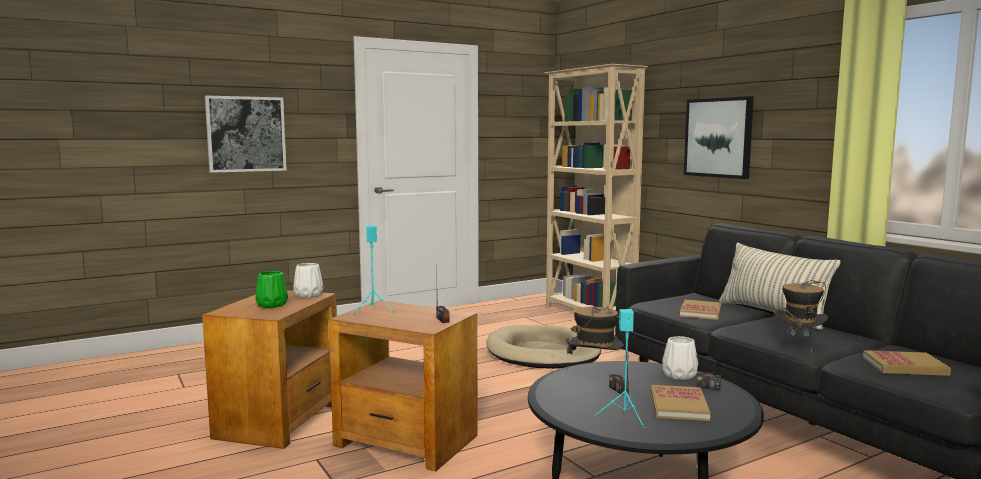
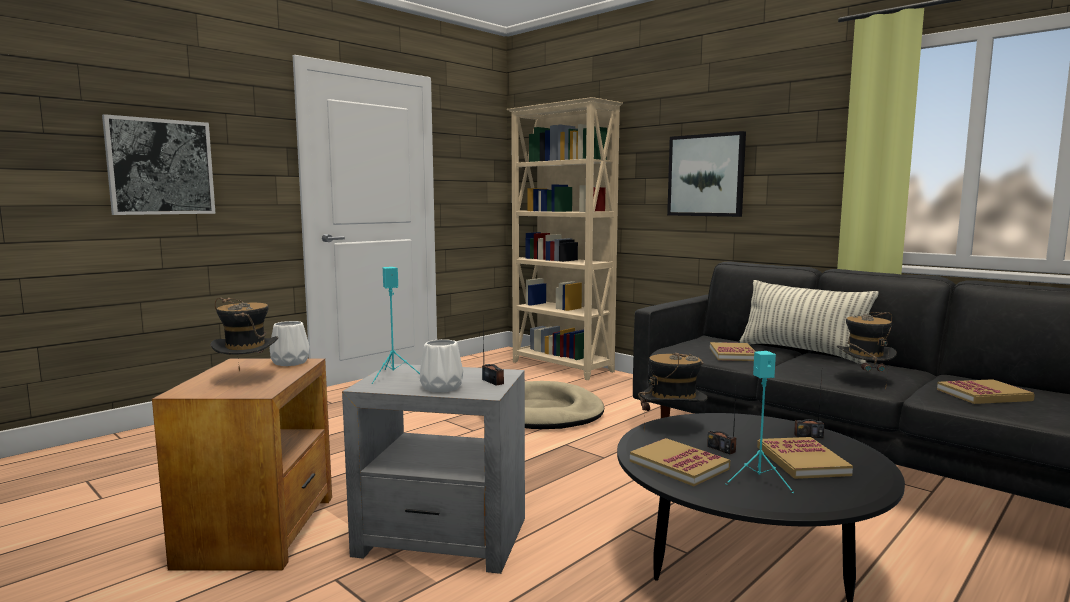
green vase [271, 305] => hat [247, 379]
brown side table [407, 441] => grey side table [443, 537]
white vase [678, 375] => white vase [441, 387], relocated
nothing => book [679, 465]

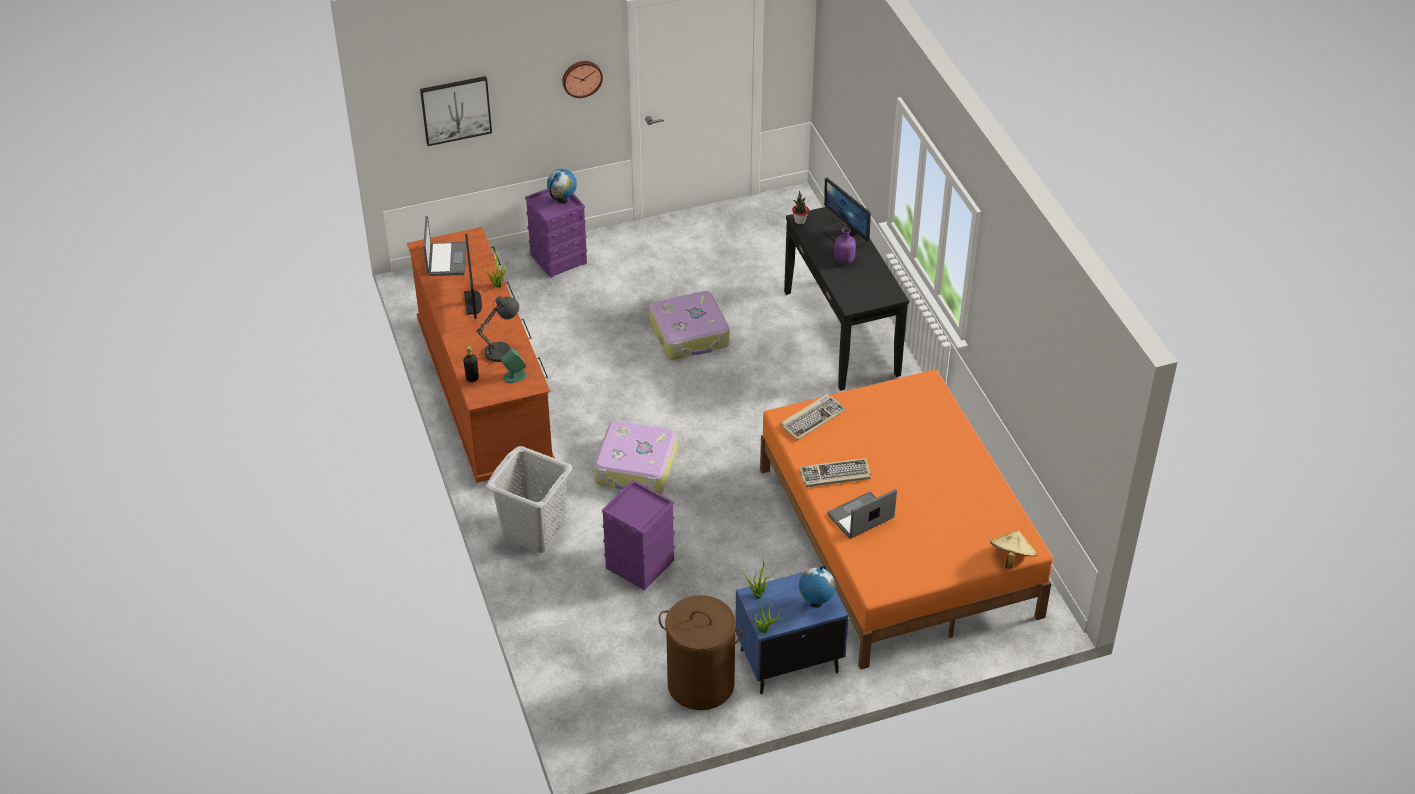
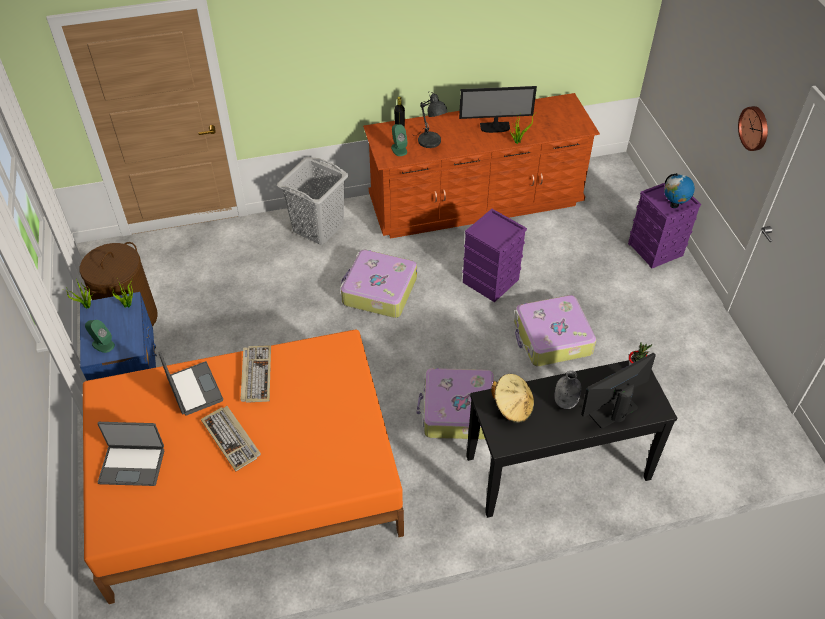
picture [456, 110] => nothing
laptop [445, 260] => laptop [132, 465], relocated
purple bottle [844, 260] => grey bottle [565, 402]
keyboard [812, 418] => keyboard [232, 439], relocated
purple storage box [640, 565] => purple storage box [490, 281], relocated
beige hat [1011, 558] => beige hat [512, 406], relocated
globe [816, 603] => green speaker [103, 344]
nothing => suitcase [457, 411]

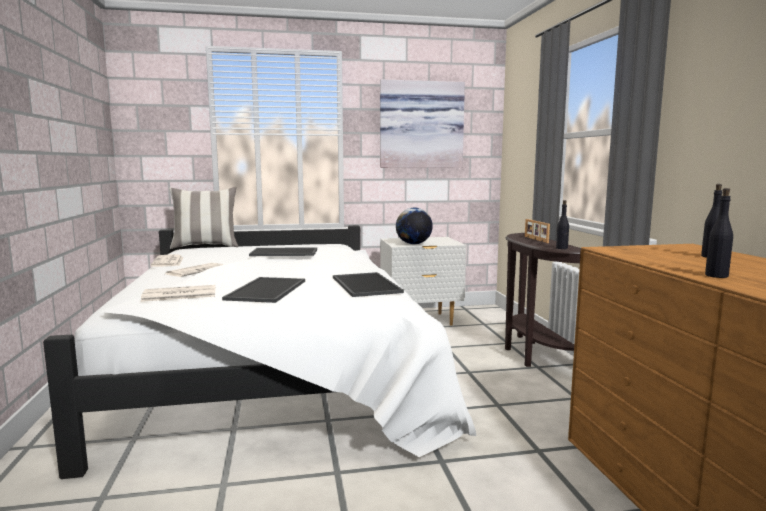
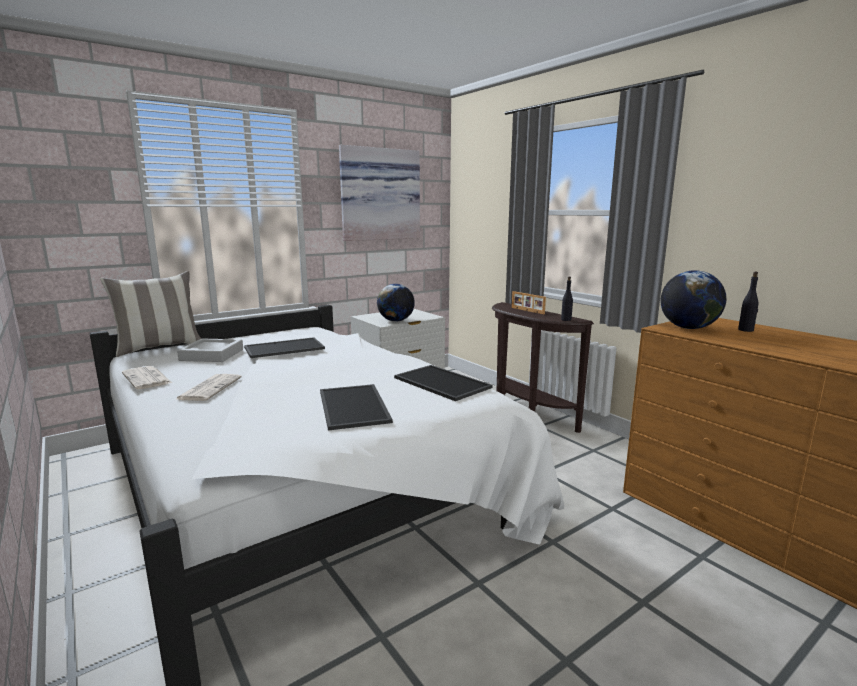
black bottle [716, 276] => nothing
newspaper [178, 295] => nothing
nothing => globe [688, 328]
nothing => grey tray [212, 355]

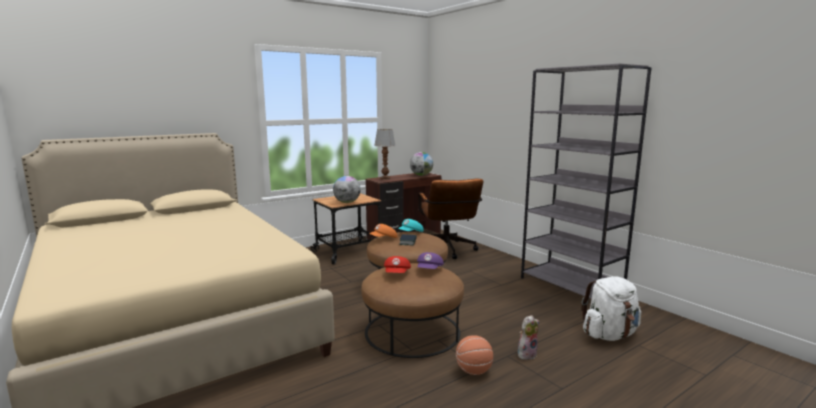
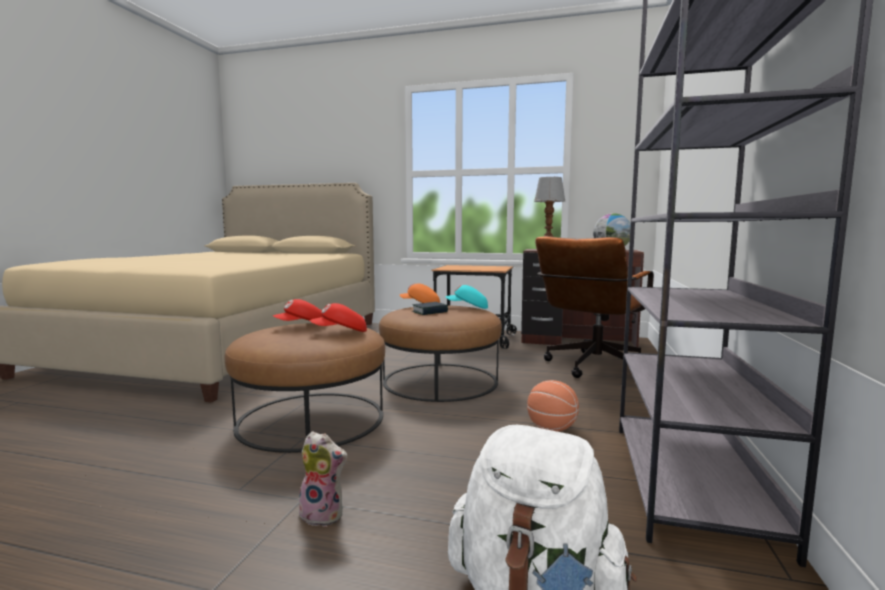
globe [347, 202] => nothing
purple cap [430, 270] => red cap [340, 333]
basketball [473, 371] => basketball [551, 429], relocated

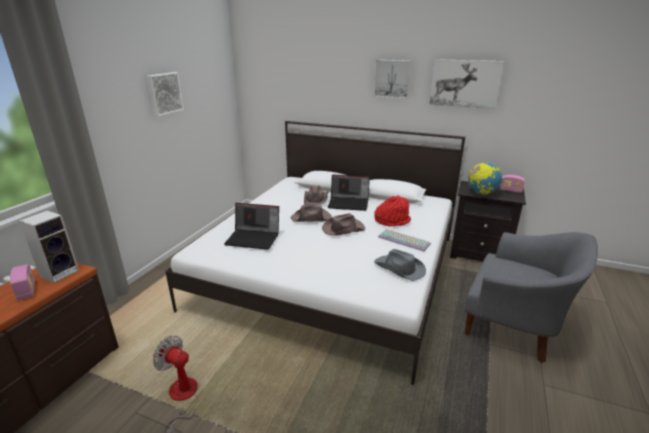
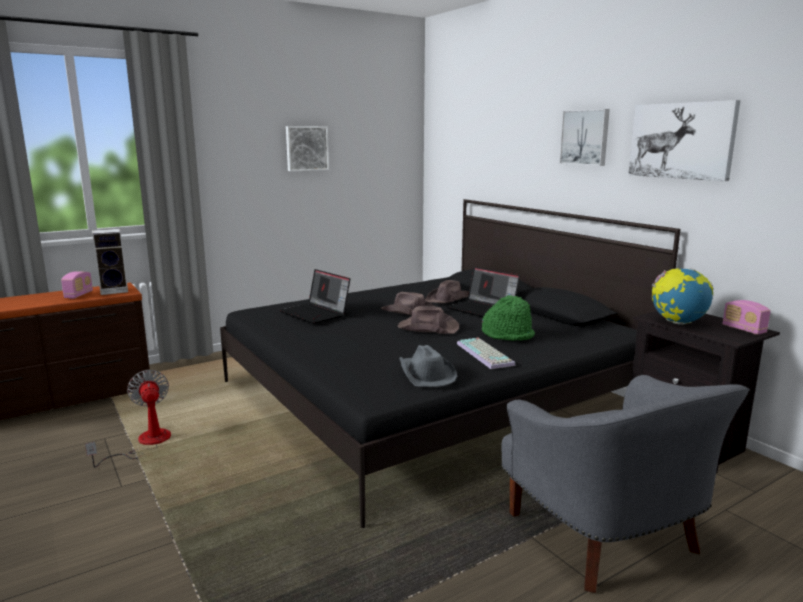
white bed [332, 271] => black bed [429, 396]
red hat [392, 220] => green hat [508, 335]

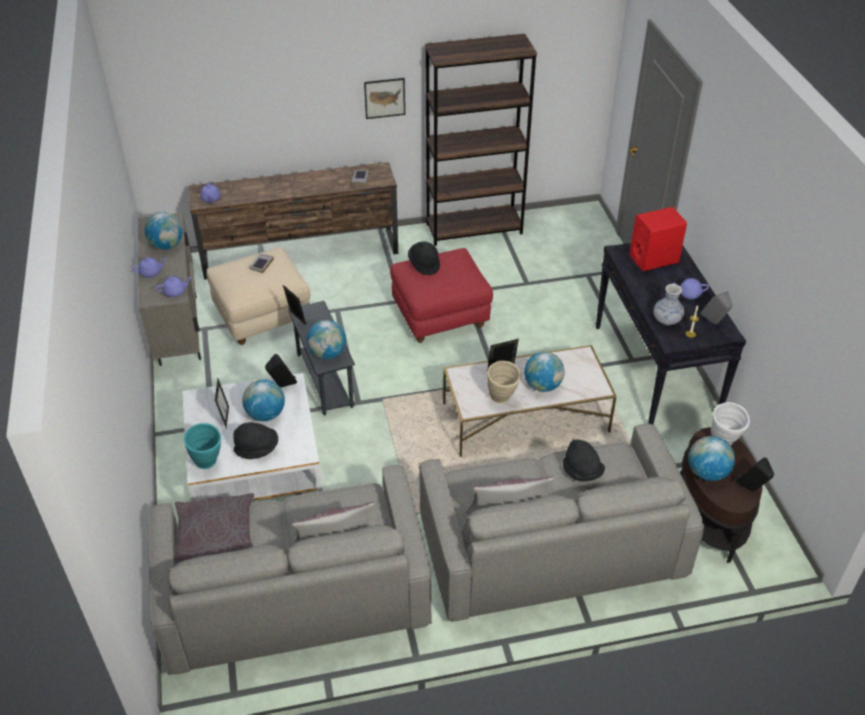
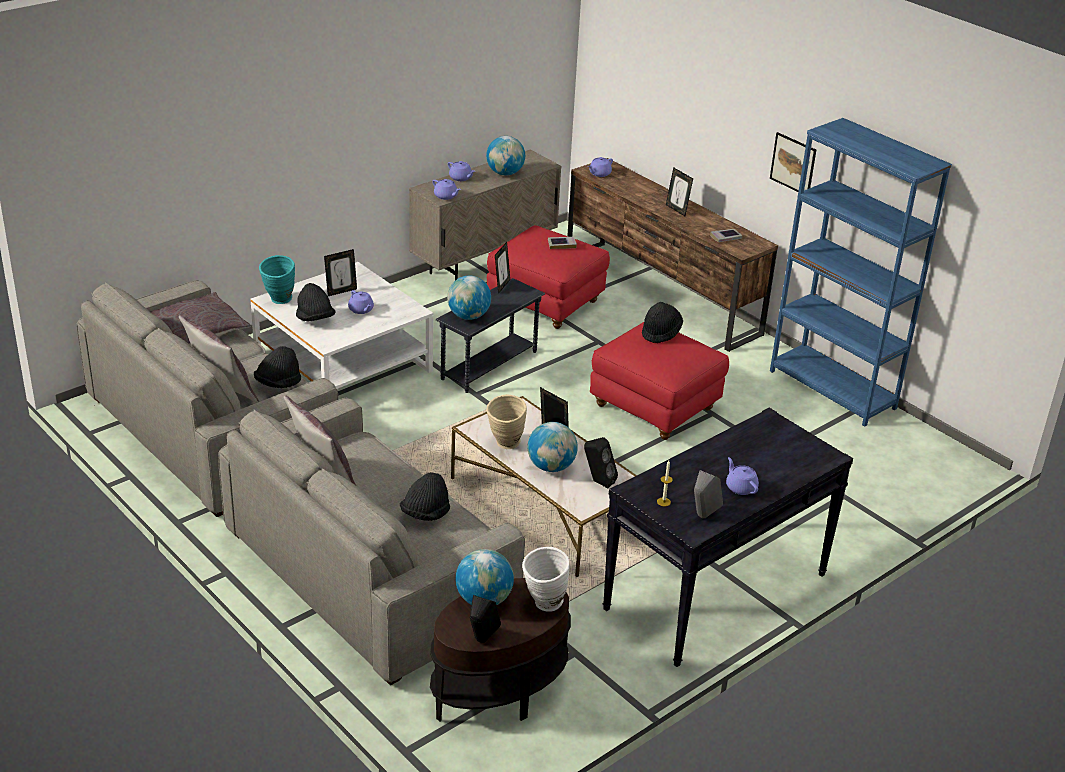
brown bookcase [474, 229] => blue bookcase [832, 390]
red speaker [654, 259] => nothing
beige ottoman [263, 316] => red ottoman [546, 303]
vase [666, 320] => nothing
black speaker [282, 386] => black speaker [598, 482], relocated
globe [265, 414] => purple teapot [361, 310]
nothing => picture frame [677, 210]
nothing => black hat [278, 383]

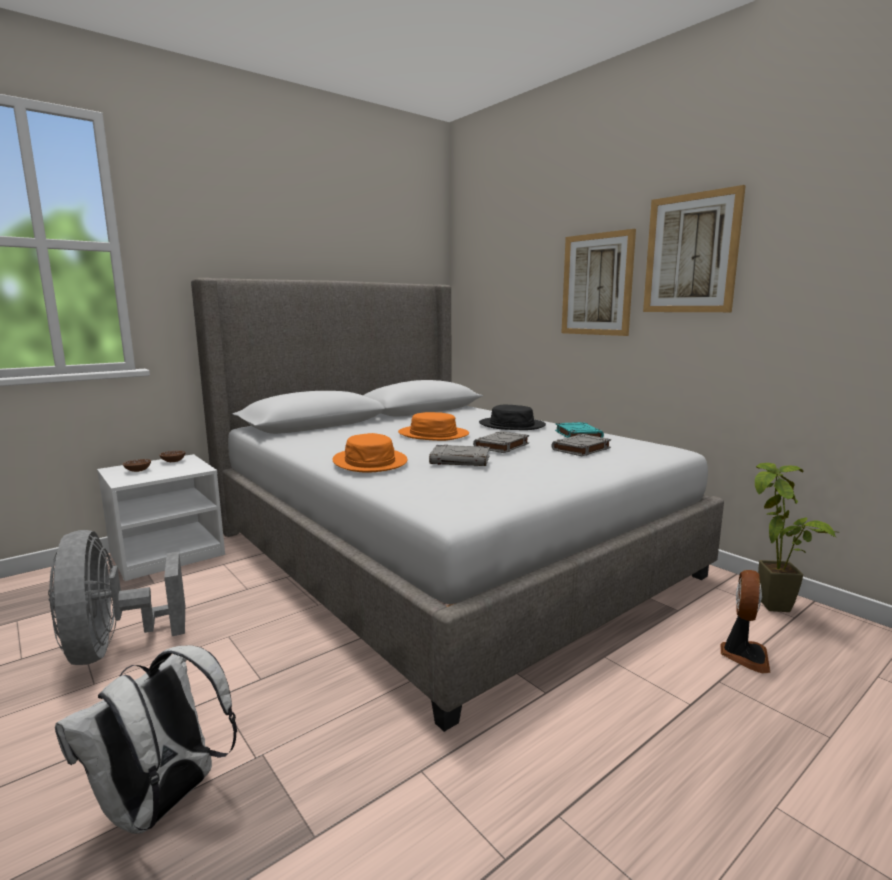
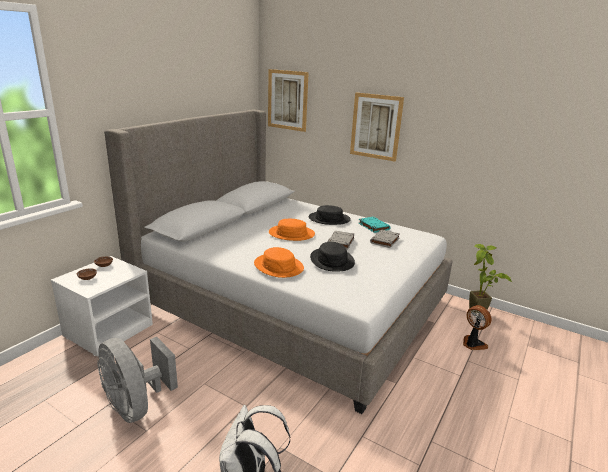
picture [691, 254] => picture [287, 100], relocated
grey book [461, 460] => black hat [332, 260]
fan [743, 655] => fan [472, 344], 45 degrees counterclockwise

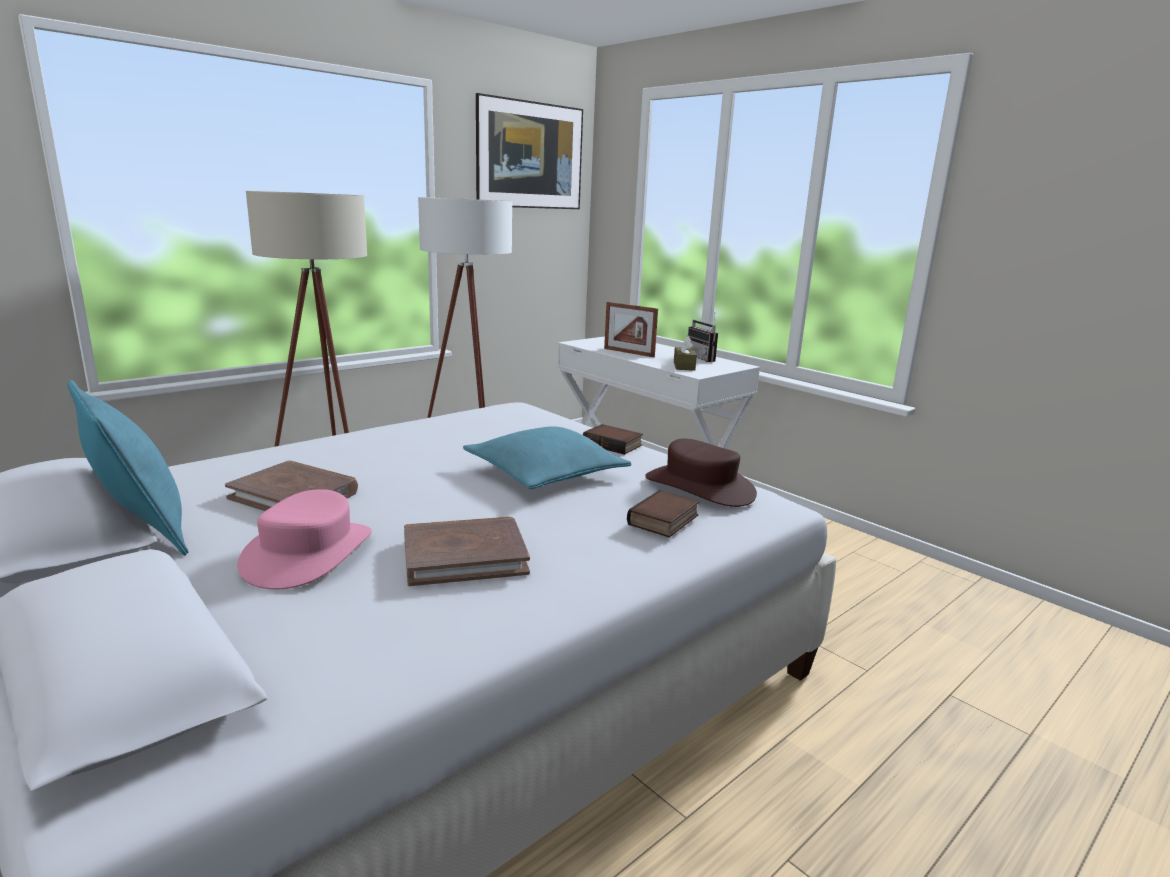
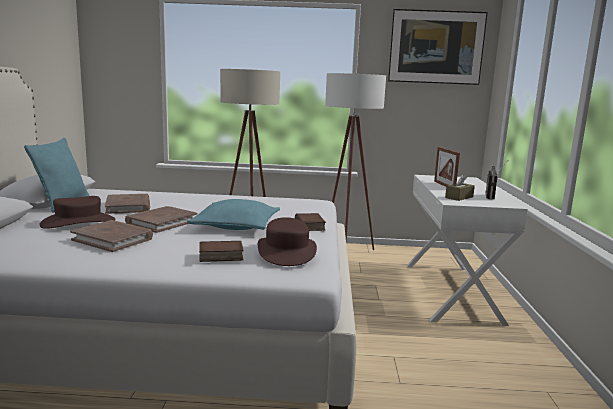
pink hat [308, 553] => brown hat [78, 222]
nothing => brown book [161, 222]

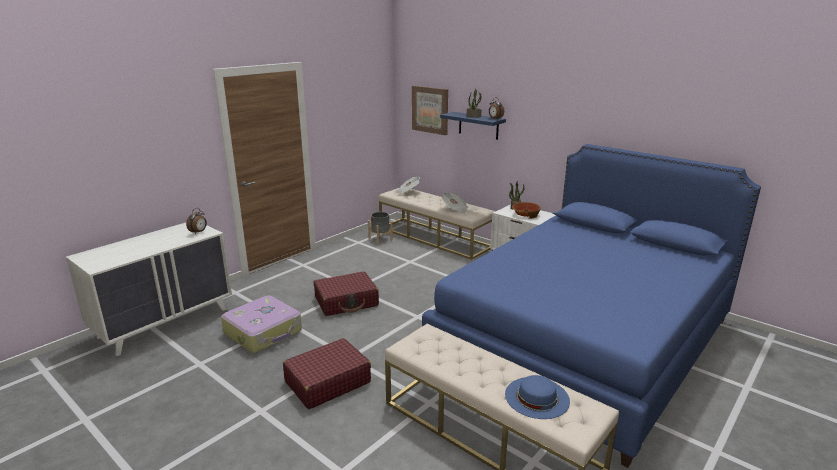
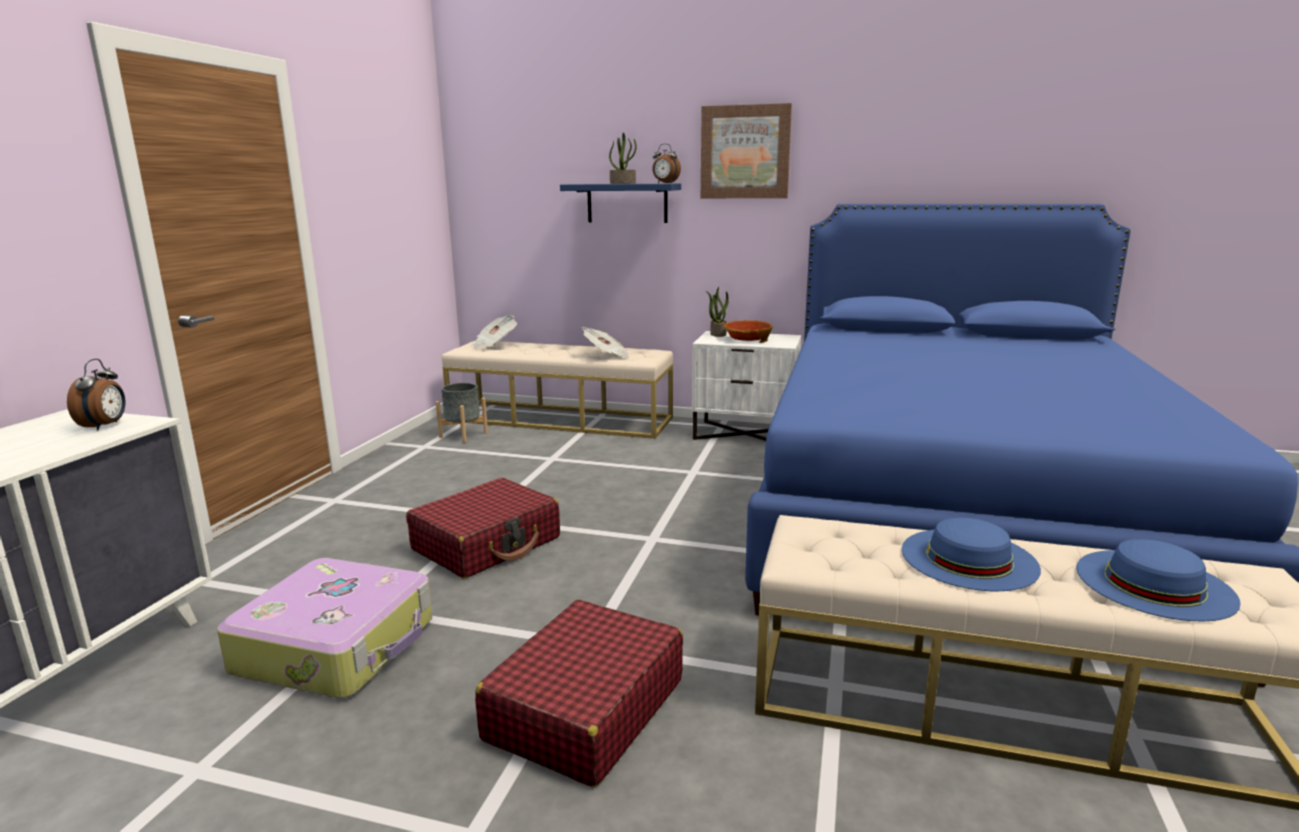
picture [430, 109] => picture [745, 152], relocated
nothing => blue hat [968, 558]

